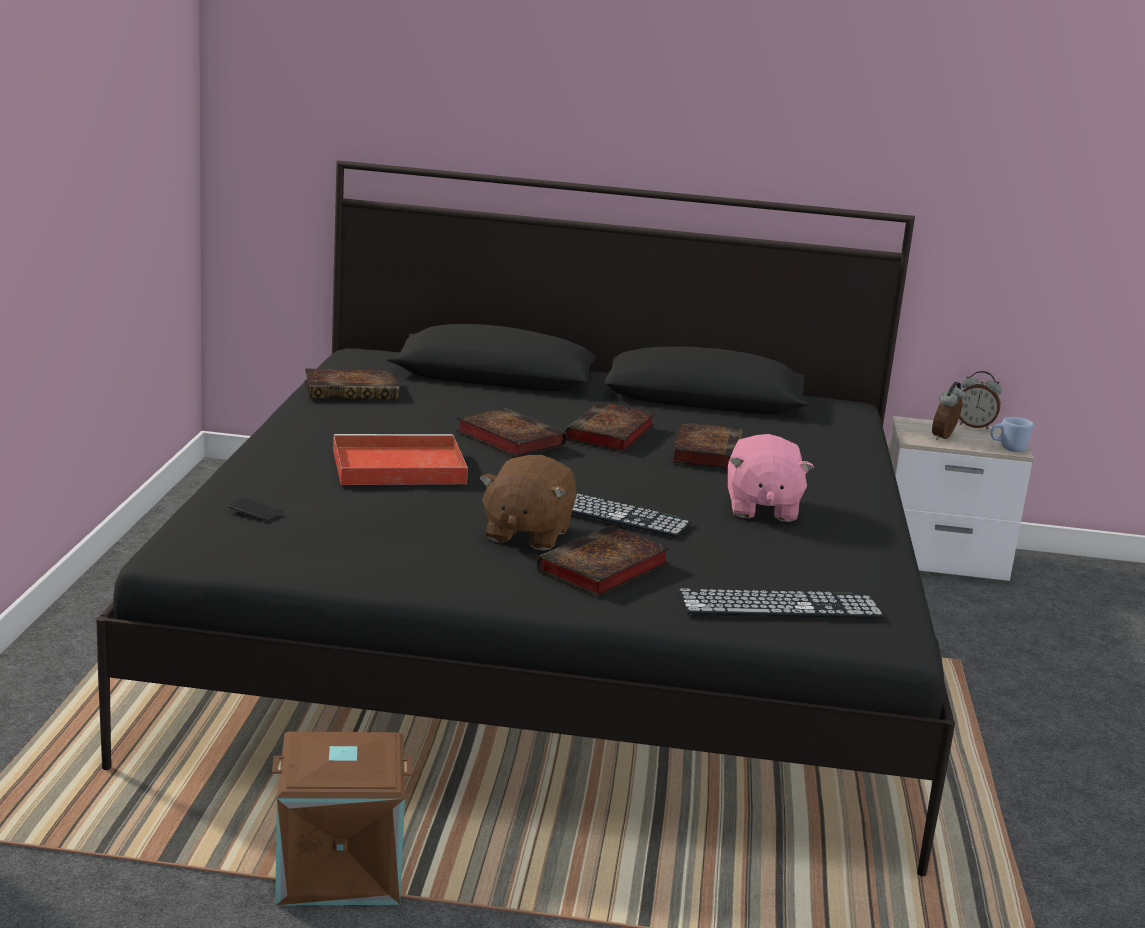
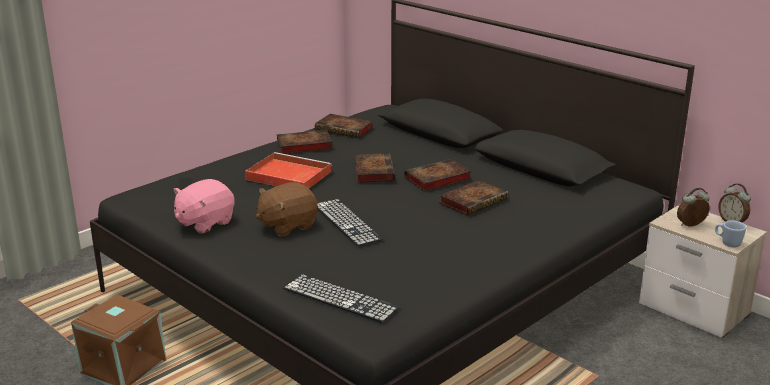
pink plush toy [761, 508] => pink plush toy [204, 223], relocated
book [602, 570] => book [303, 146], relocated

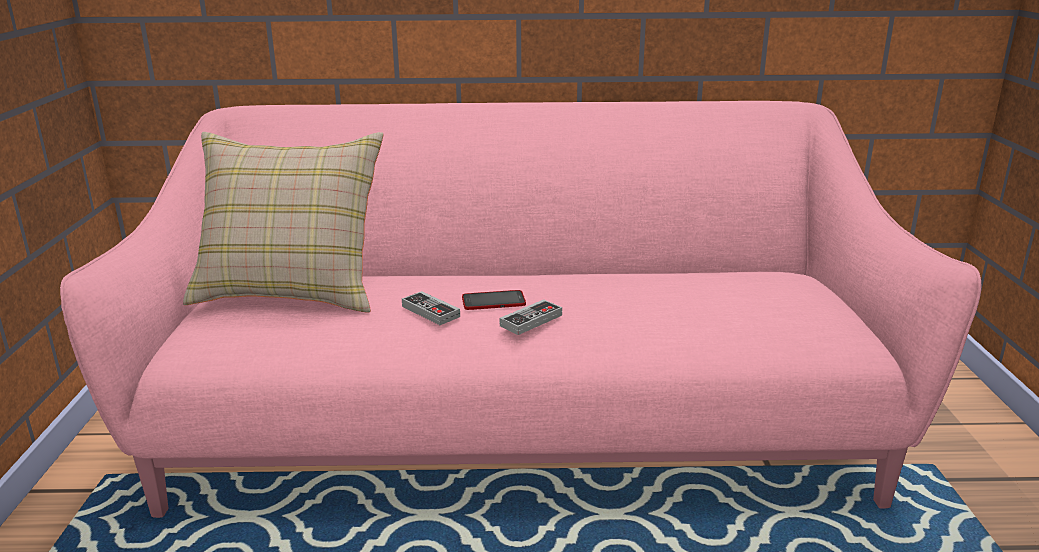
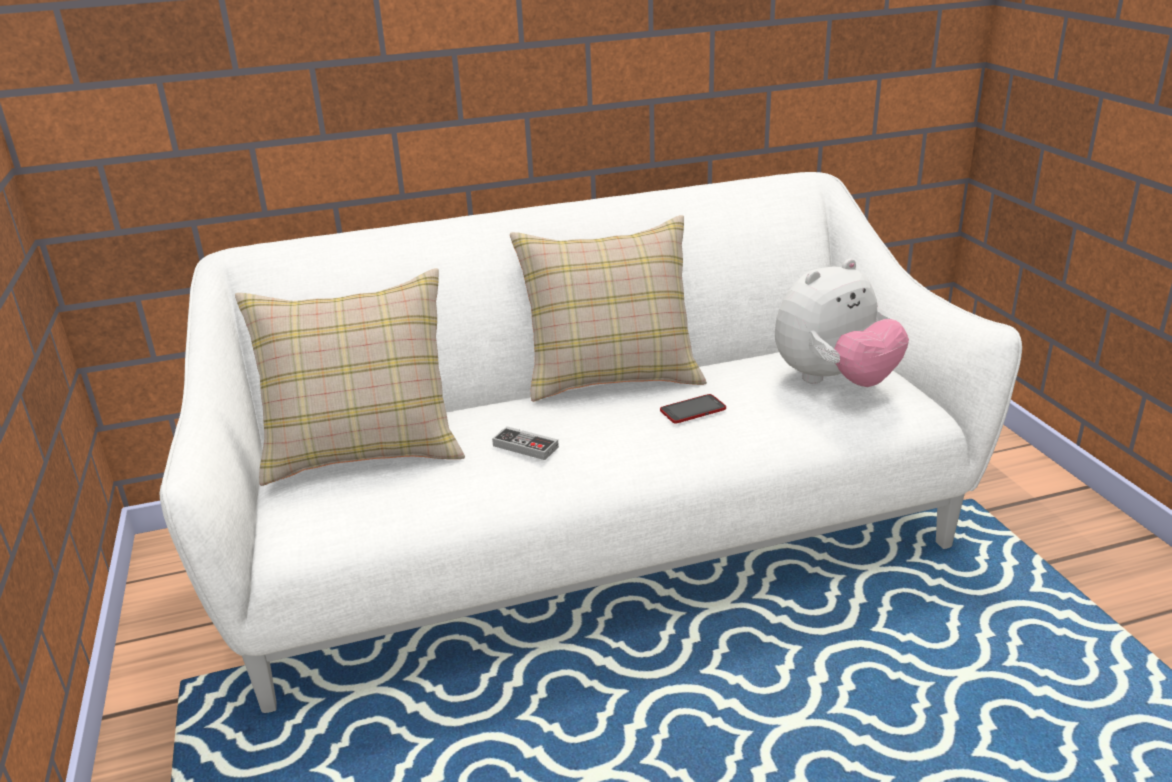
pink sofa [521, 427] => white sofa [593, 538]
phone [493, 301] => phone [693, 410], relocated
game controller [531, 320] => nothing
nothing => beige pillow [611, 373]
nothing => plush toy [834, 381]

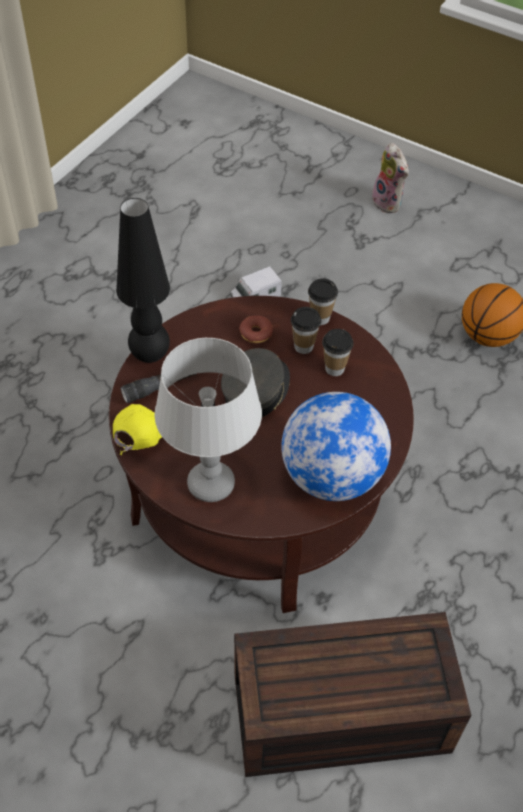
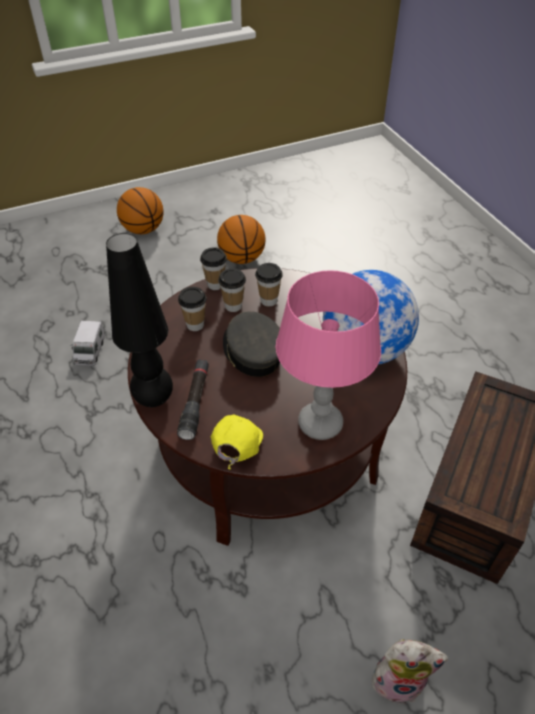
plush toy [389, 202] => plush toy [398, 679], relocated
donut [256, 333] => cup [195, 325]
grey table lamp [211, 484] => pink table lamp [320, 423]
yellow cap [139, 438] => yellow cap [236, 449], 45 degrees clockwise
nothing => basketball [143, 229]

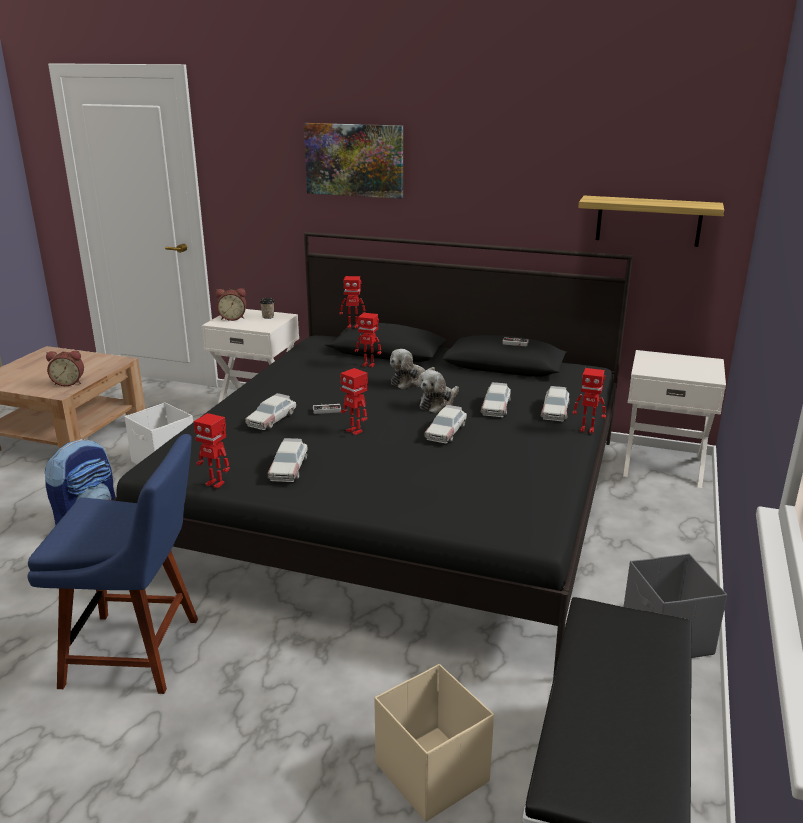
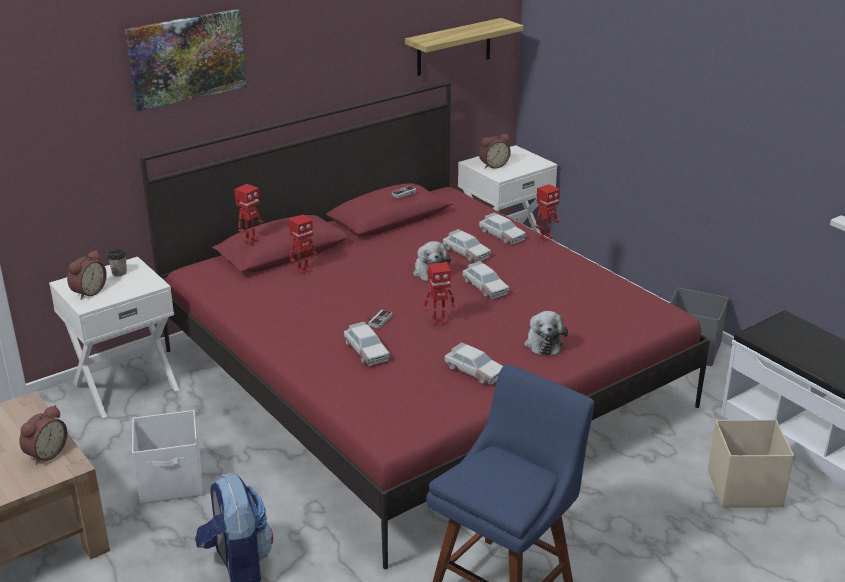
black bed [402, 502] => red bed [422, 377]
plush toy [410, 381] => plush toy [543, 342], relocated
toy robot [216, 483] => nothing
nothing => alarm clock [493, 165]

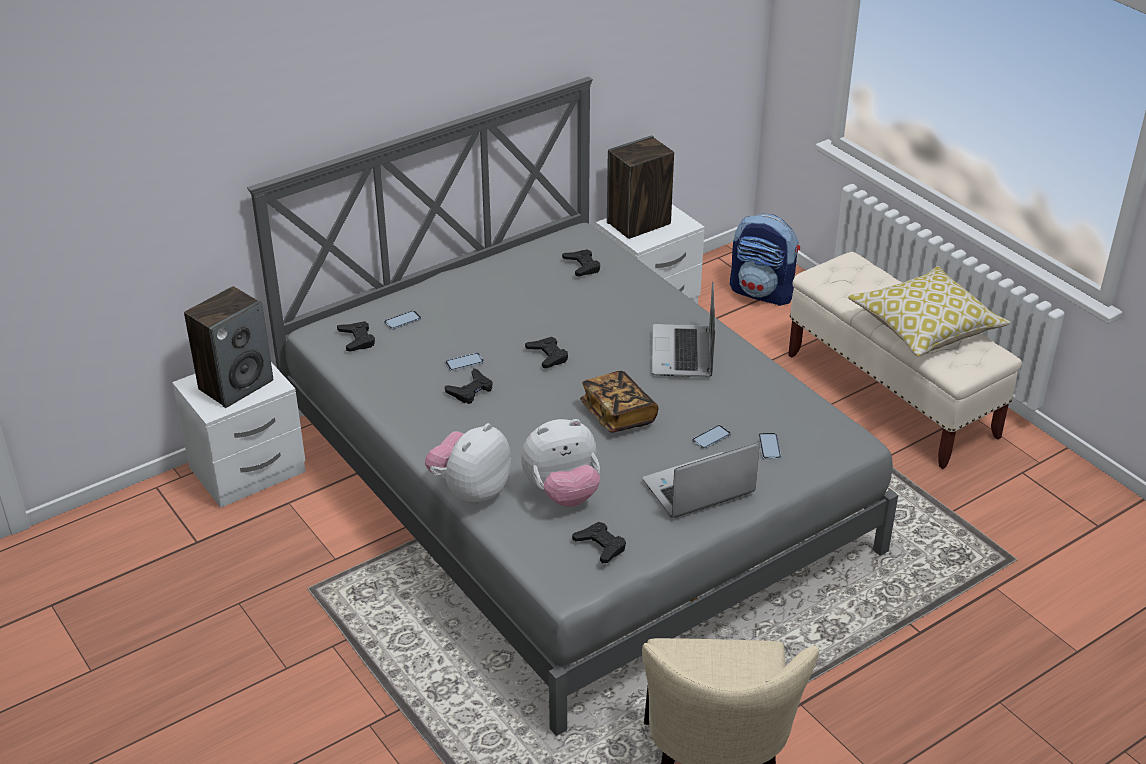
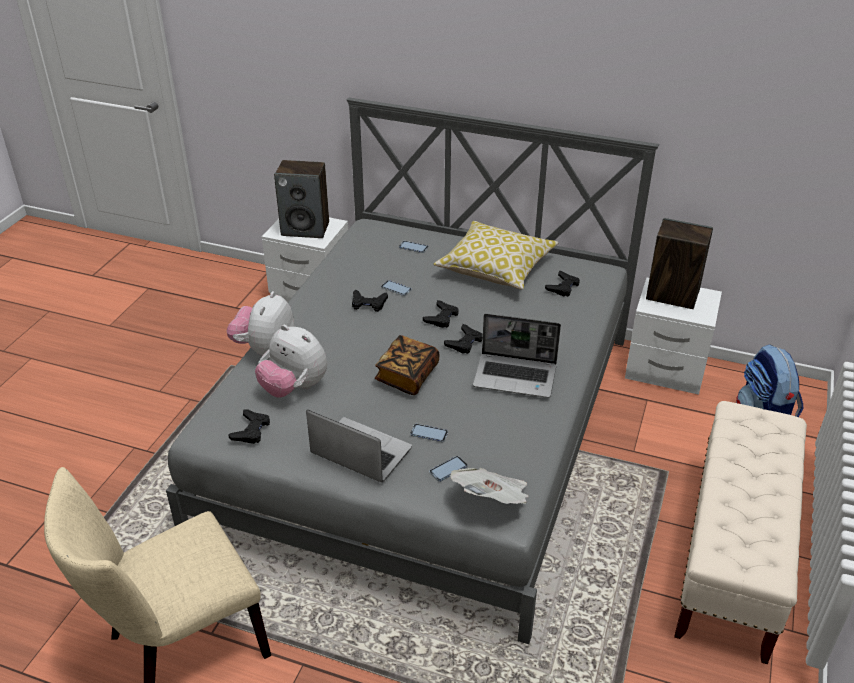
pillow [925, 327] => pillow [496, 268], relocated
laptop [683, 353] => laptop [516, 376], 135 degrees counterclockwise
black game controller [357, 339] => black game controller [464, 342], relocated
plush toy [470, 490] => plush toy [265, 350], 75 degrees counterclockwise
nothing => newspaper [492, 500]

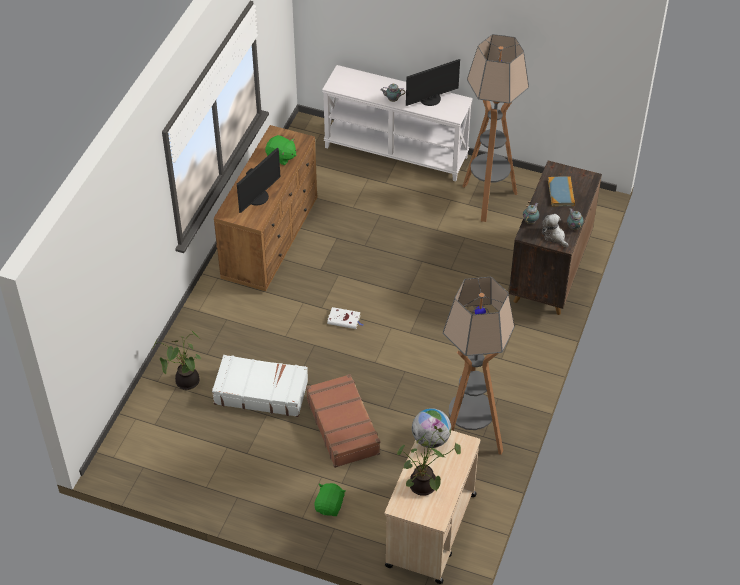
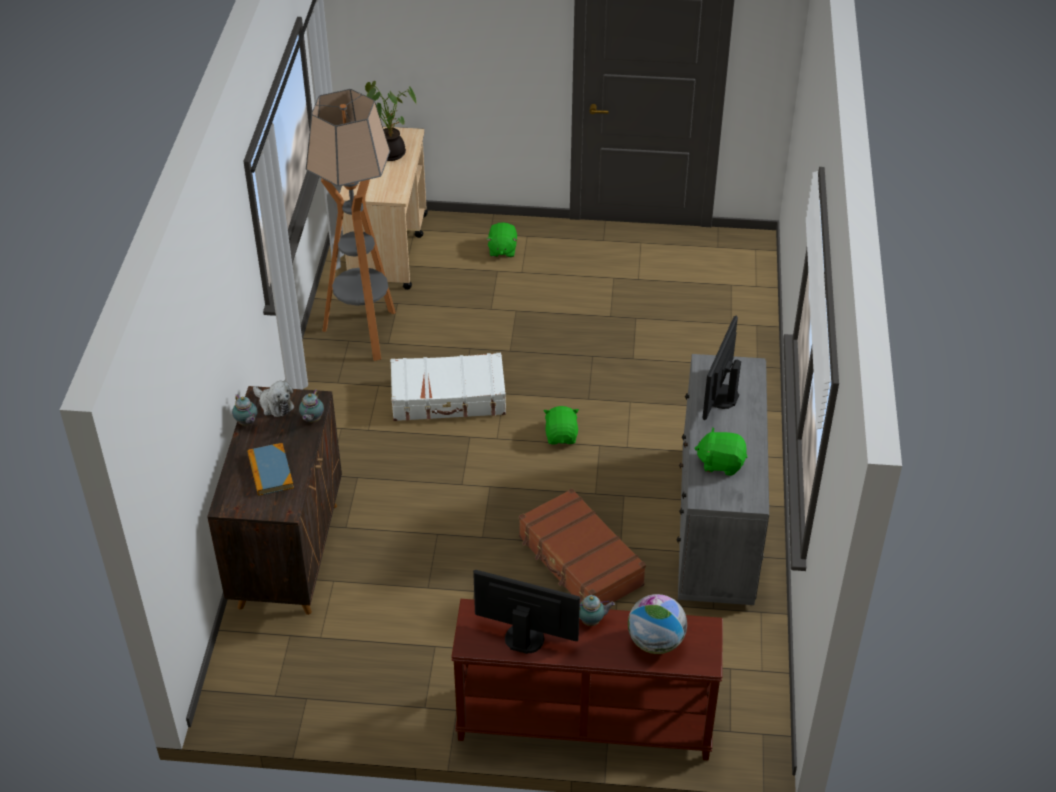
floor lamp [487, 199] => nothing
monitor [430, 99] => monitor [525, 636], 60 degrees clockwise
white console table [396, 151] => brown console table [584, 723]
brown dresser [270, 238] => grey dresser [716, 526]
white book [345, 320] => green plush toy [561, 436]
potted plant [185, 381] => nothing
white suitcase [261, 392] => white suitcase [448, 398], relocated
brown suitcase [343, 426] => brown suitcase [580, 562], relocated
globe [430, 439] => globe [655, 642], relocated

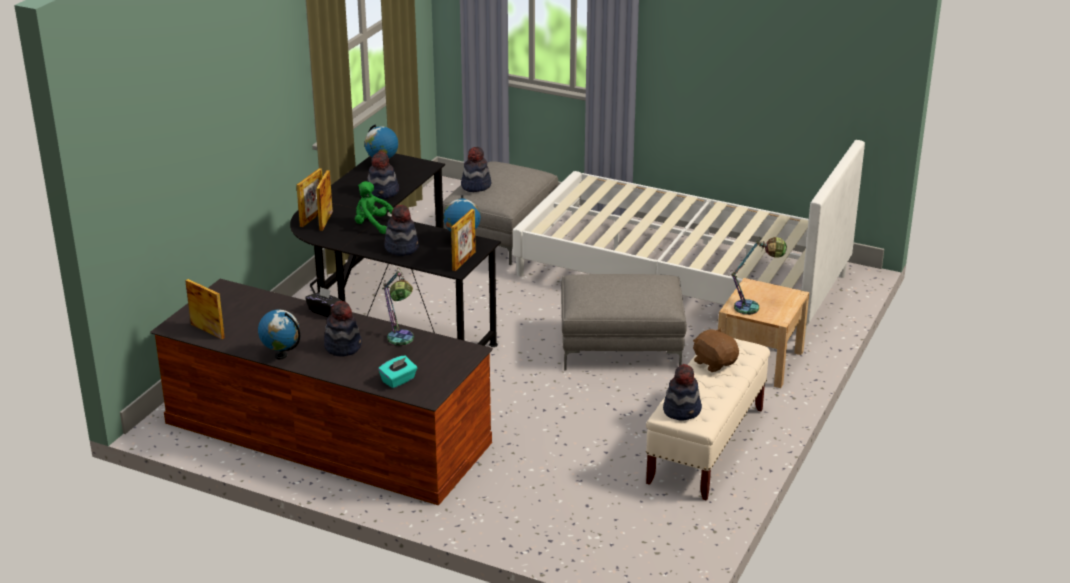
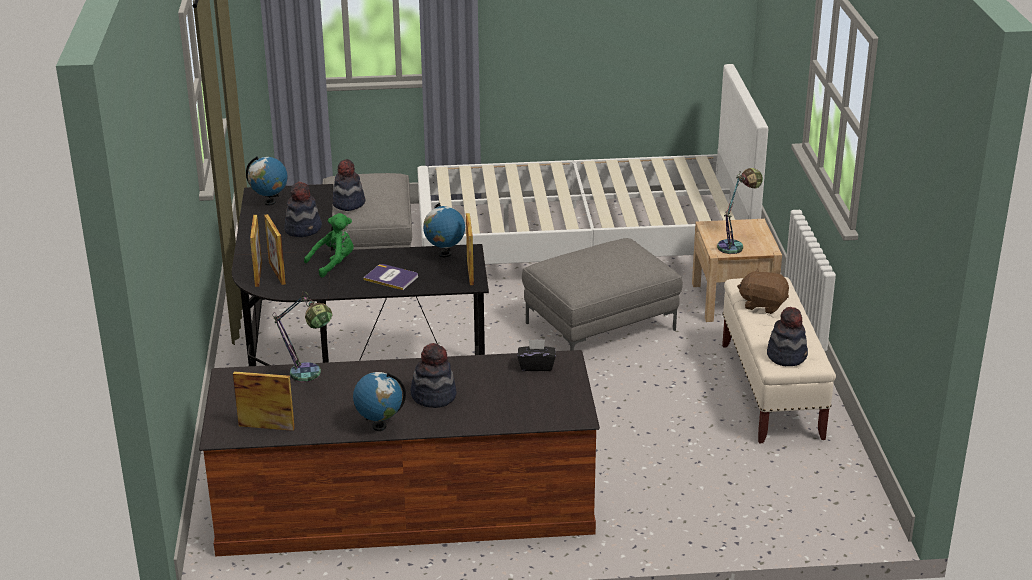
green plush toy [373, 225] => green plush toy [334, 263], 150 degrees clockwise
hat [402, 248] => book [391, 278]
table lamp [400, 343] => table lamp [310, 378], relocated
black tissue box [324, 311] => black tissue box [536, 366], relocated
turquoise tissue box [398, 380] => nothing

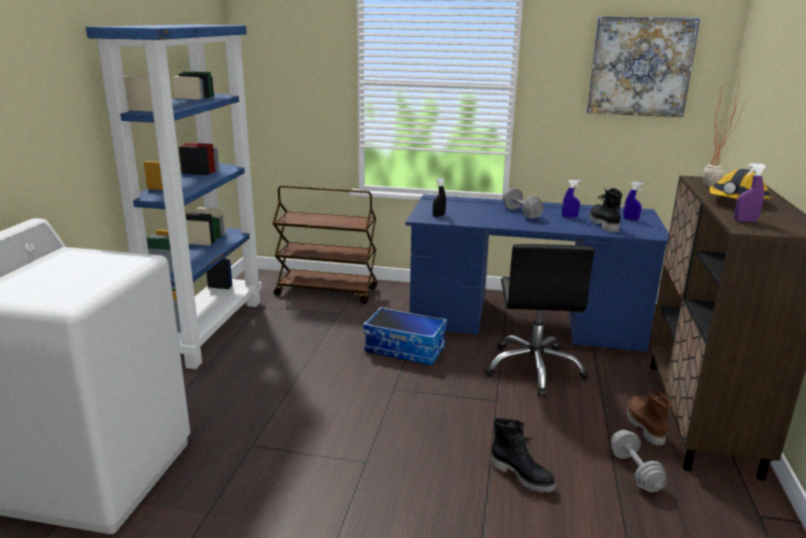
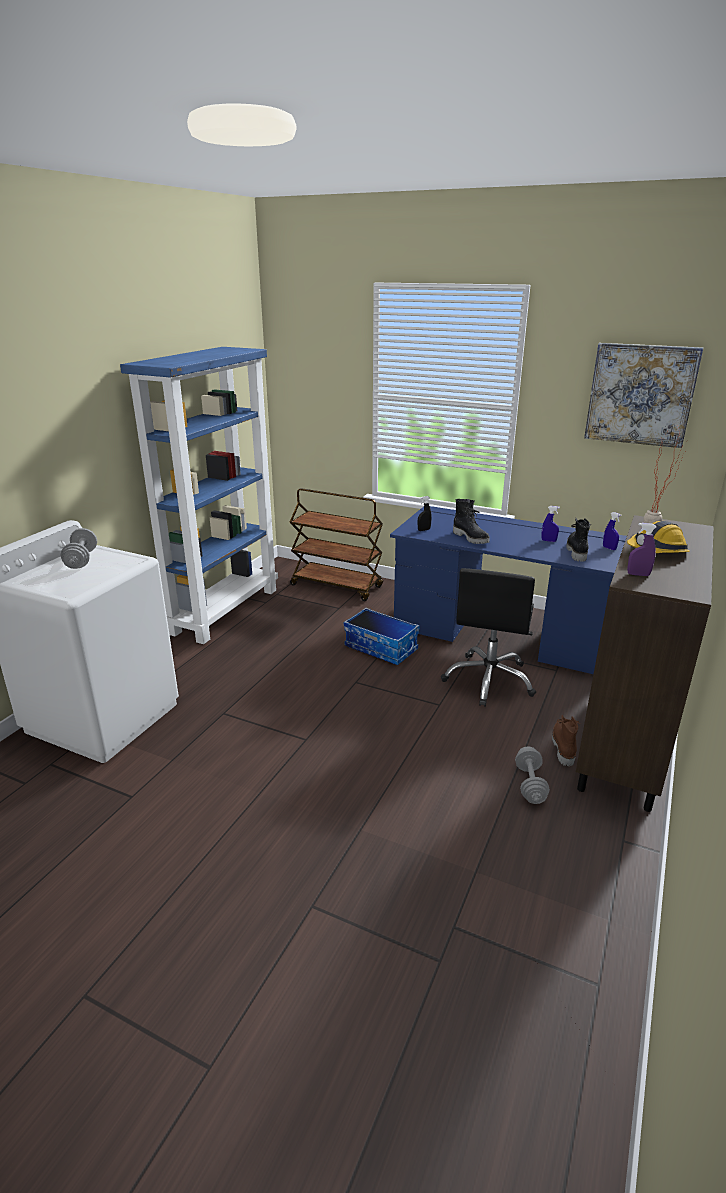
grey dumbbell [521, 213] => grey dumbbell [81, 559], relocated
black boot [522, 475] => black boot [471, 538], relocated

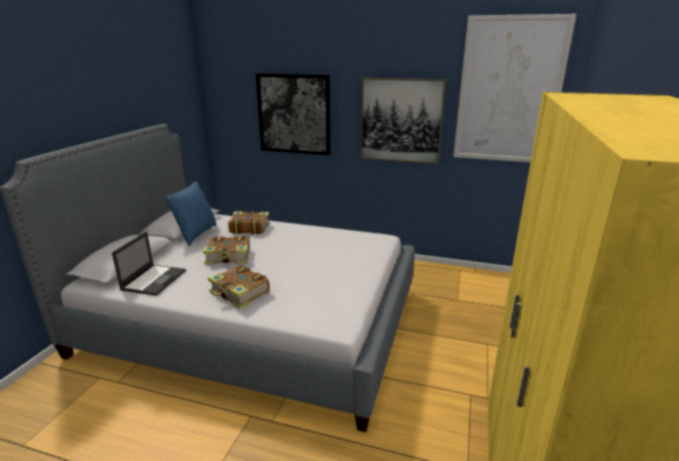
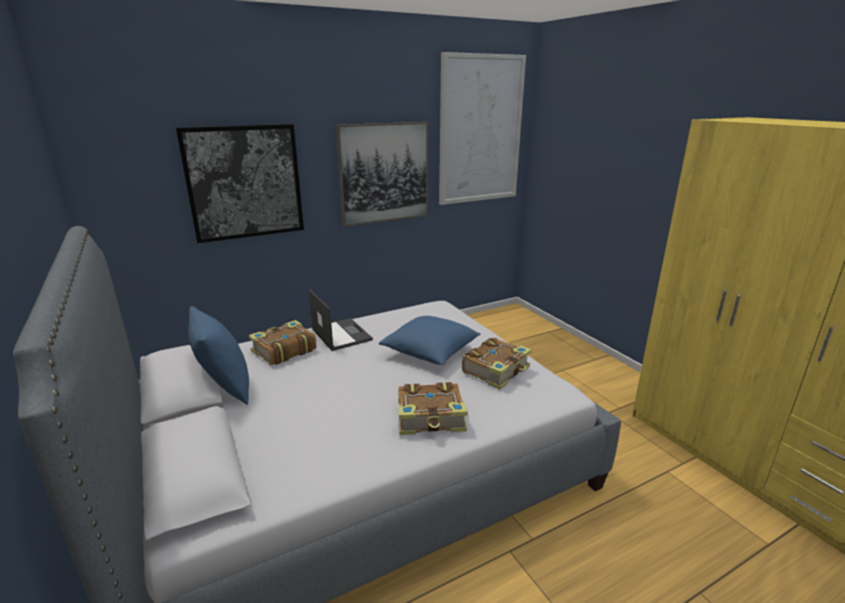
laptop [154, 279] => laptop [341, 334], relocated
book [229, 257] => book [497, 370], relocated
nothing => blue pillow [431, 353]

